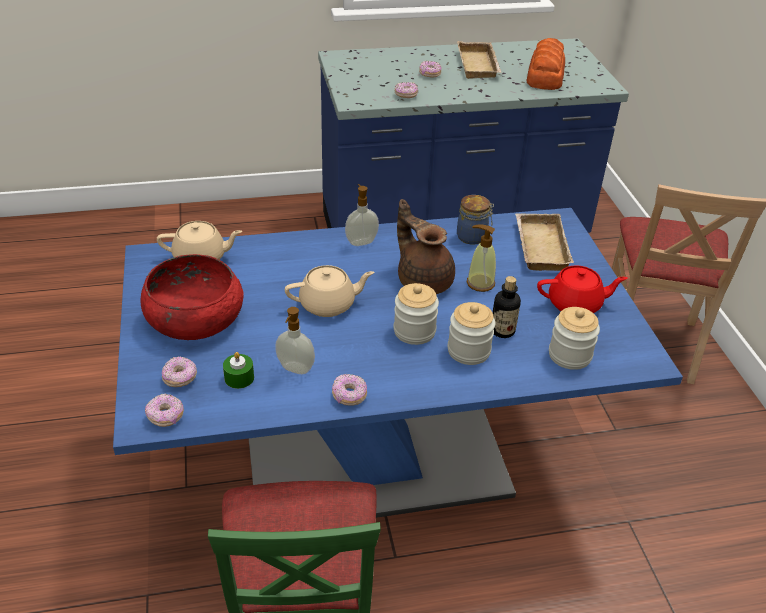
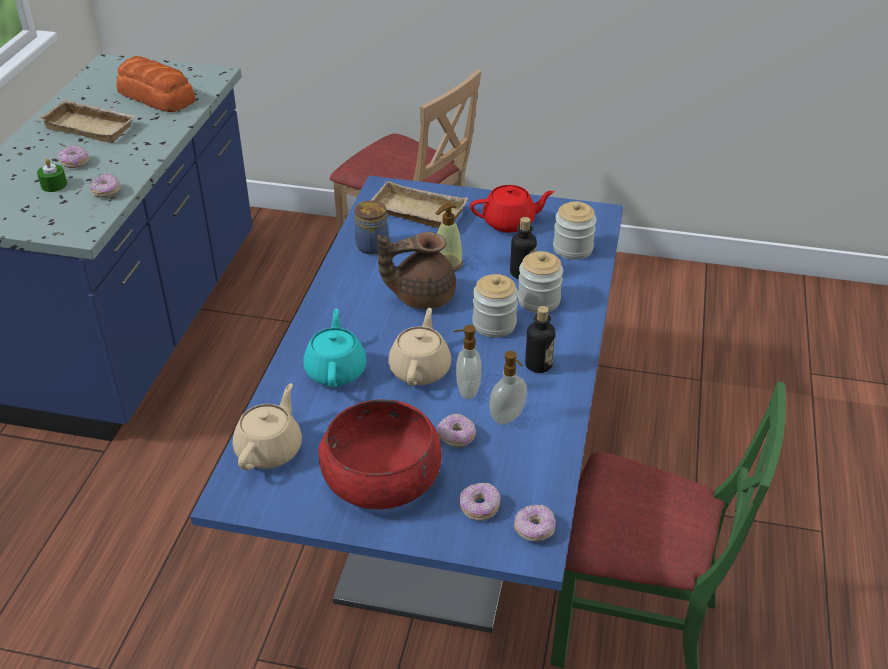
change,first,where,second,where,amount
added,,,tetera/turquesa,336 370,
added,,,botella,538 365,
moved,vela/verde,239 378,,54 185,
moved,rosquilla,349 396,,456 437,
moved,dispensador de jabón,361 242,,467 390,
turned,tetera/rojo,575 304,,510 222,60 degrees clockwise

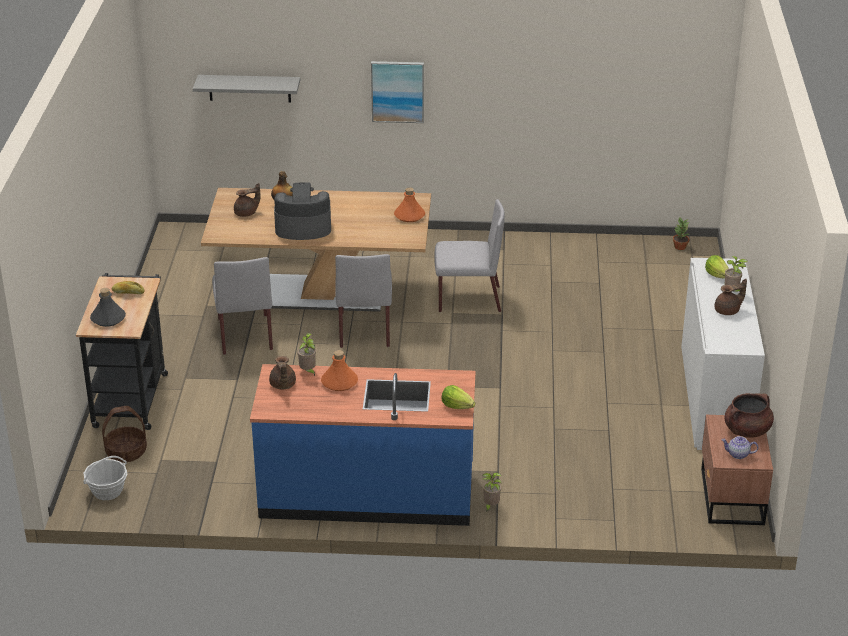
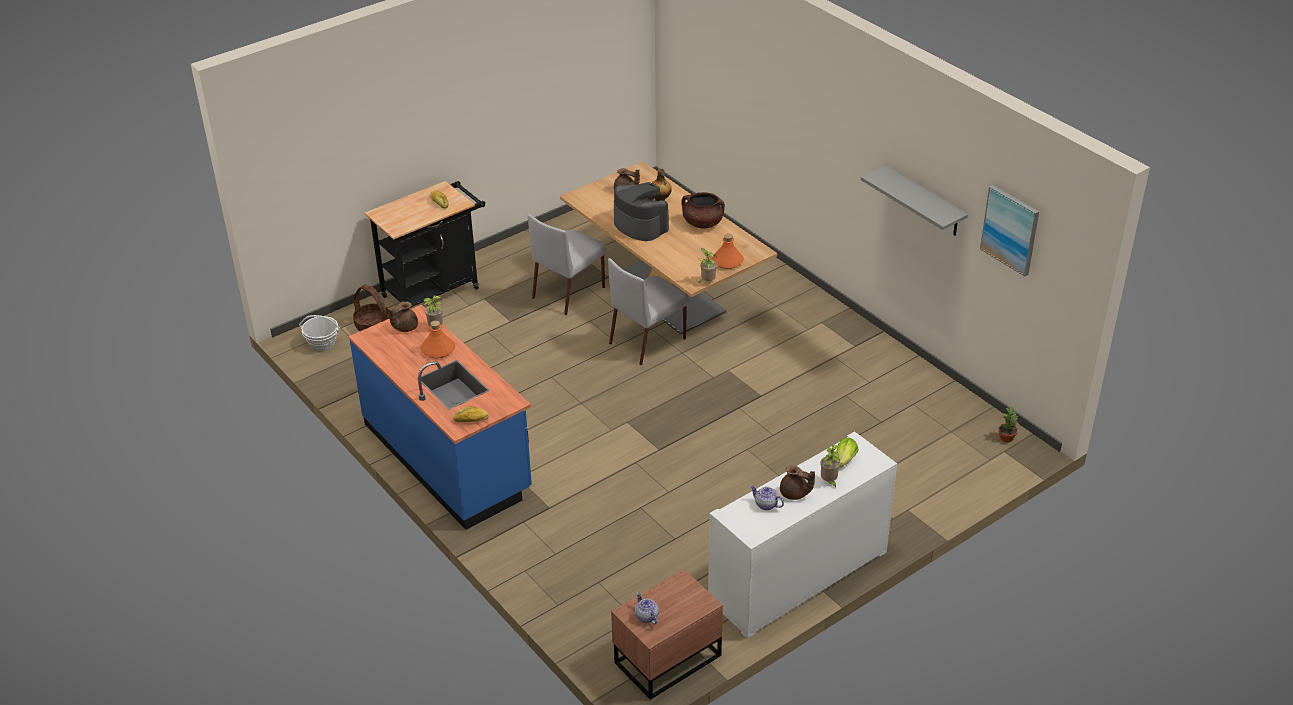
change,first,where,second,where,amount
removed,botella/gris,108 318,,,
removed,silla/gris,467 299,,,
added,,,tetera,765 505,
moved,estante/gris,249 88,,924 202,
moved,cuadro,397 91,,1010 230,
moved,planta en maceta,490 506,,707 282,
moved,olla/marrón,747 431,,702 223,
replaced,lechuga,457 406,pan,471 420,

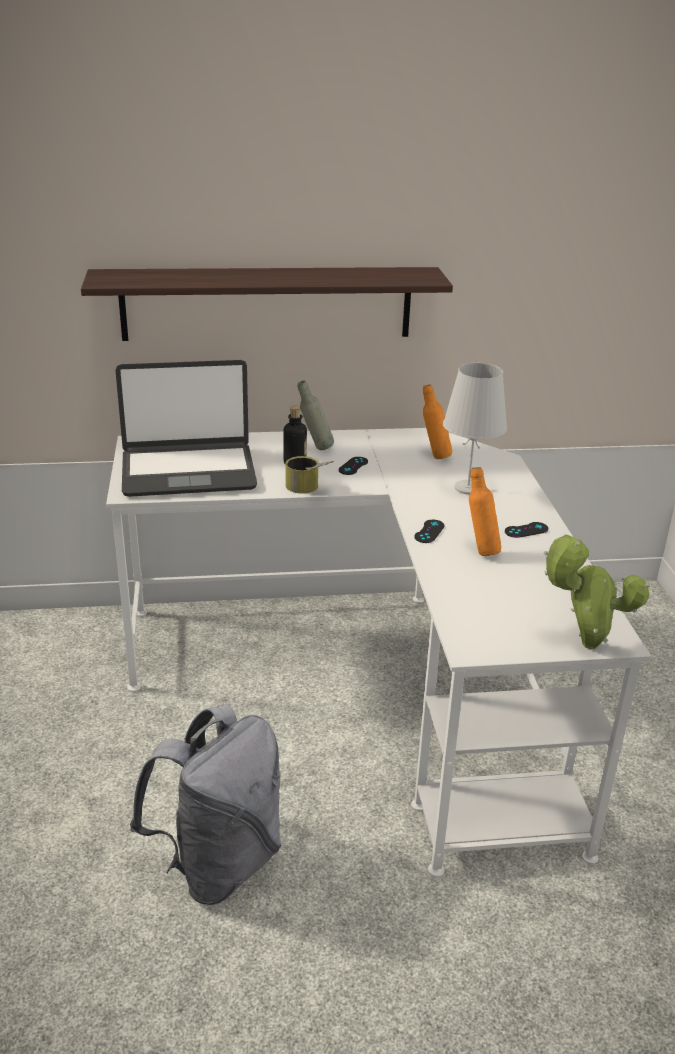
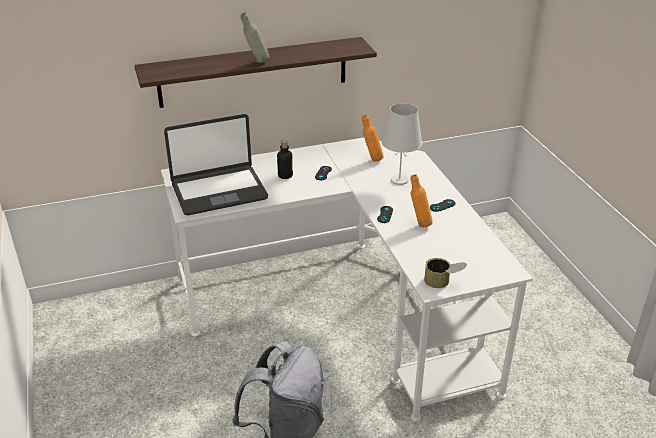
change,first,where,second,where,amount
removed,planta en maceta,583 644,,,
moved,lata,308 489,,443 283,
moved,botella/gris,315 449,,256 62,

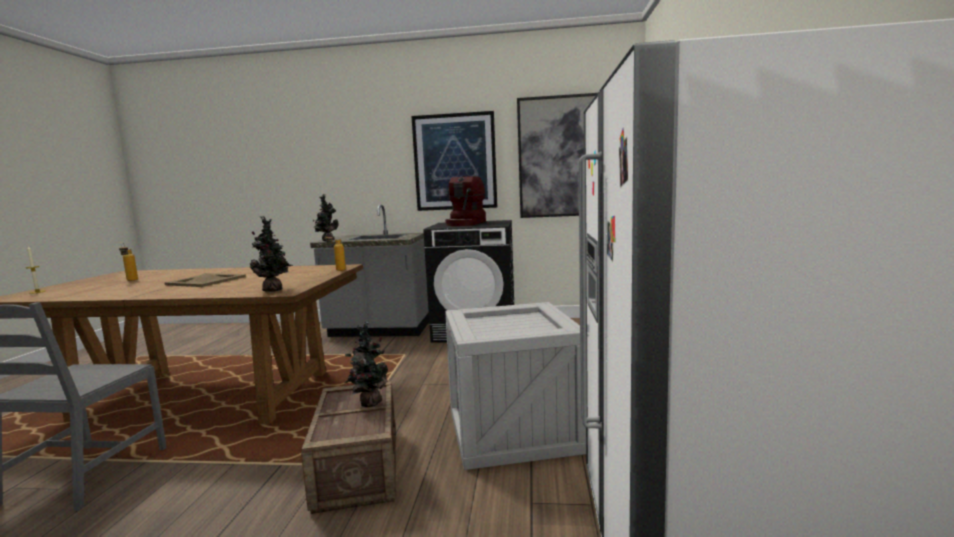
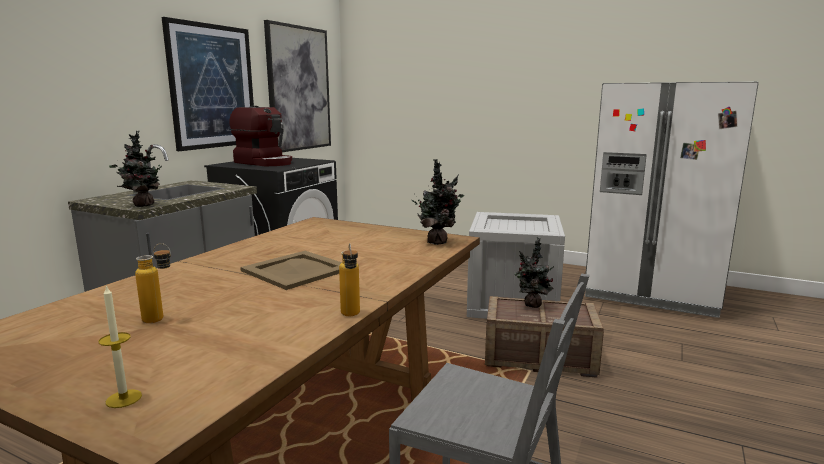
change,first,where,second,where,amount
moved,botella,337 270,,351 316,

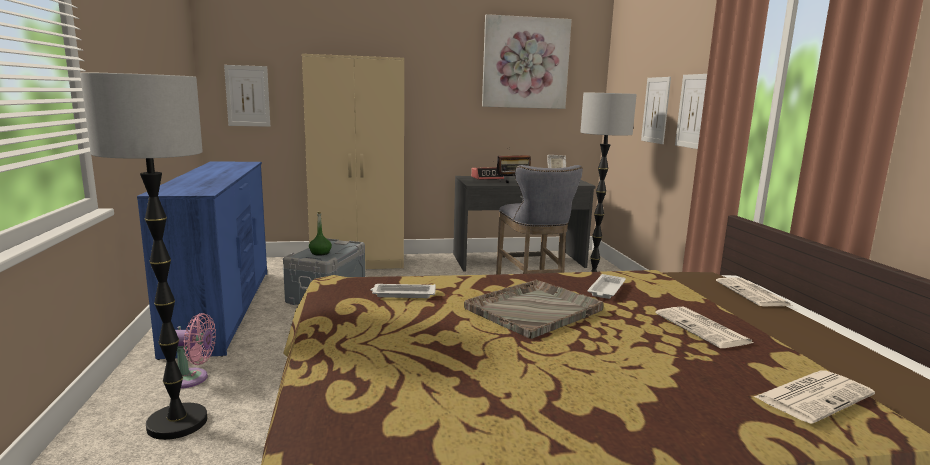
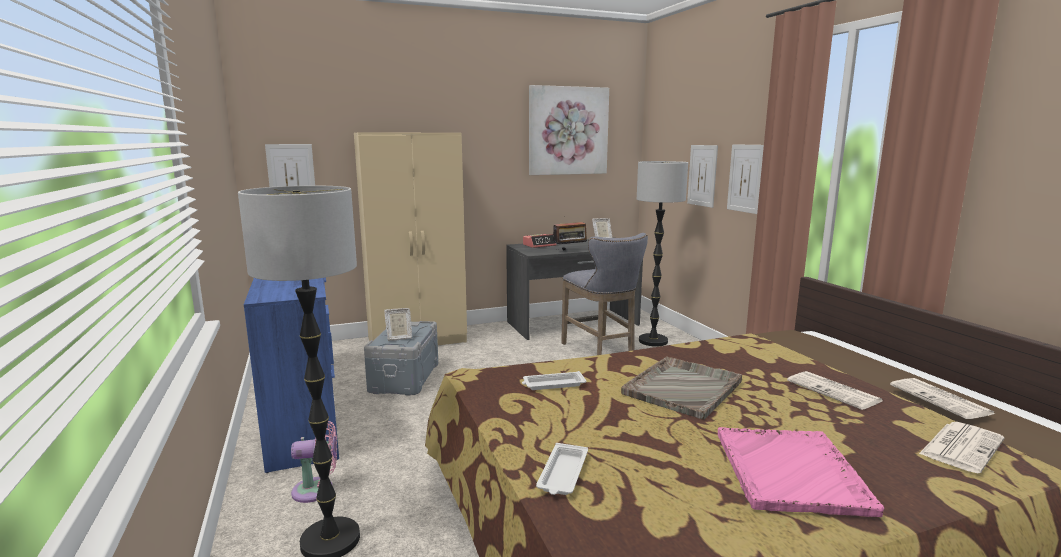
change,first,where,second,where,amount
added,,,bandeja/rosa,790 472,
moved,bandeja/blanco,606 290,,562 474,
moved,periódico,753 293,,941 400,
replaced,botella/verde,320 253,portarretratos,399 338,

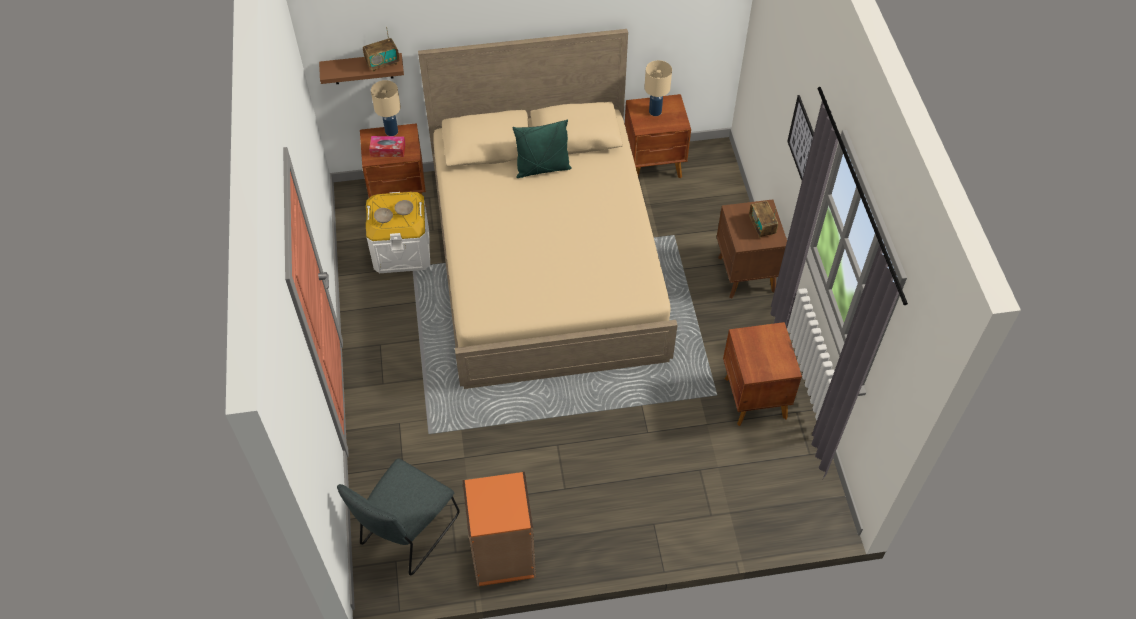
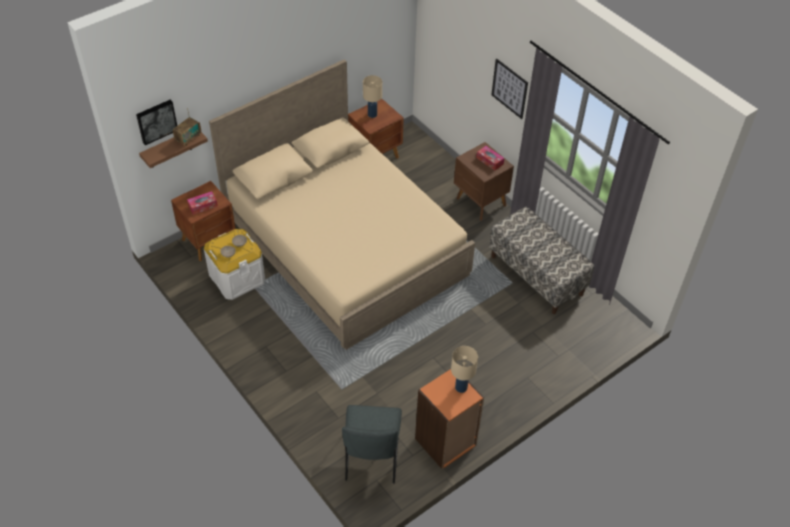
change,first,where,second,where,amount
removed,cojín/verde,542 168,,,
added,,,cuadro,156 121,
moved,lámpara de mesa/beis,391 131,,460 387,
replaced,mesita de noche/marrón,754 399,banco,536 275,
replaced,radio,761 227,caja de pañuelos,489 161,

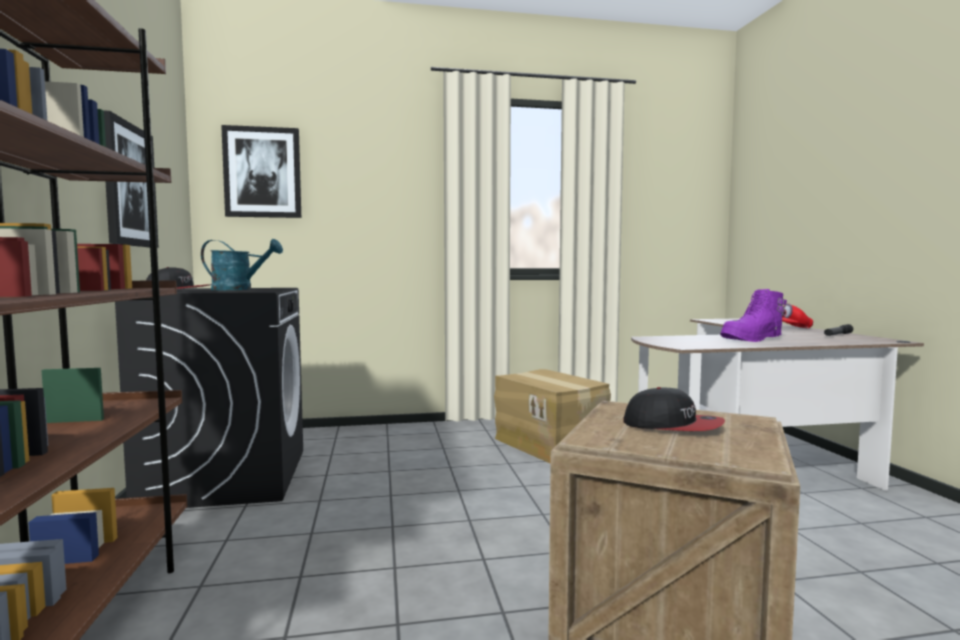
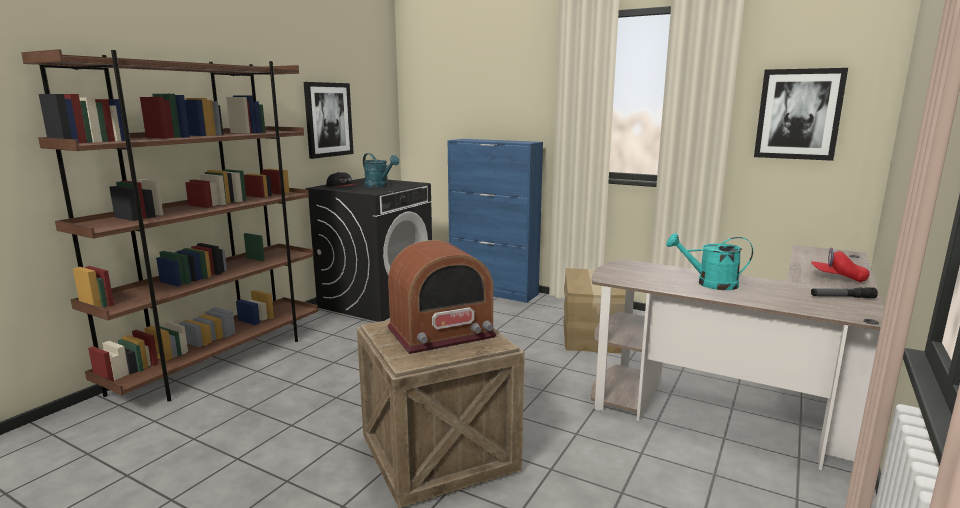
change,first,where,second,where,amount
added,,,armario/azul,493 291,
moved,cuadro,262 172,,798 114,
replaced,gorra,672 426,radio,441 333,
replaced,bota/morado,752 339,regadera/turquesa,709 284,

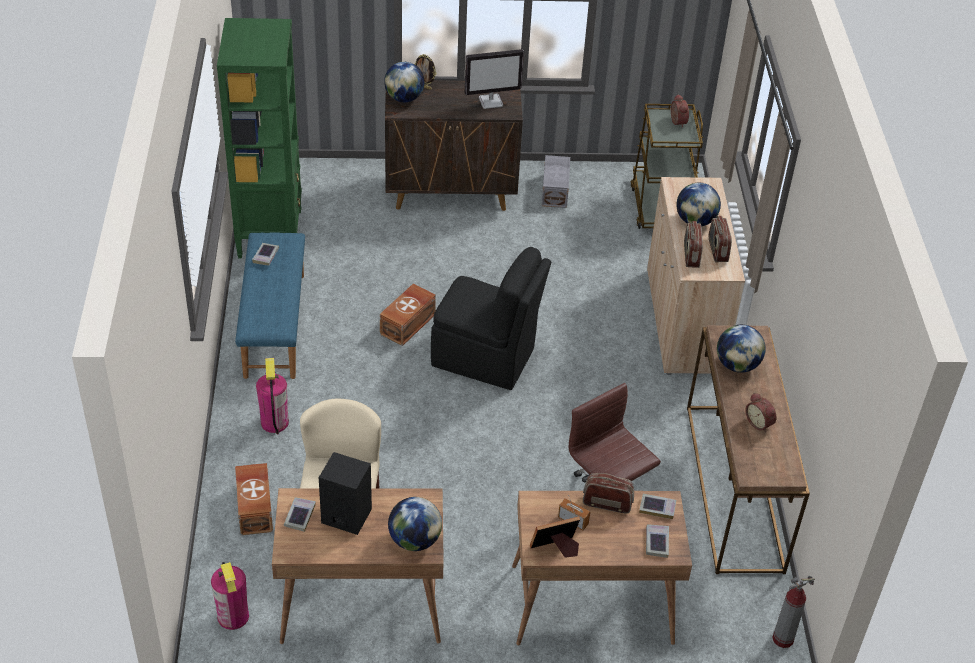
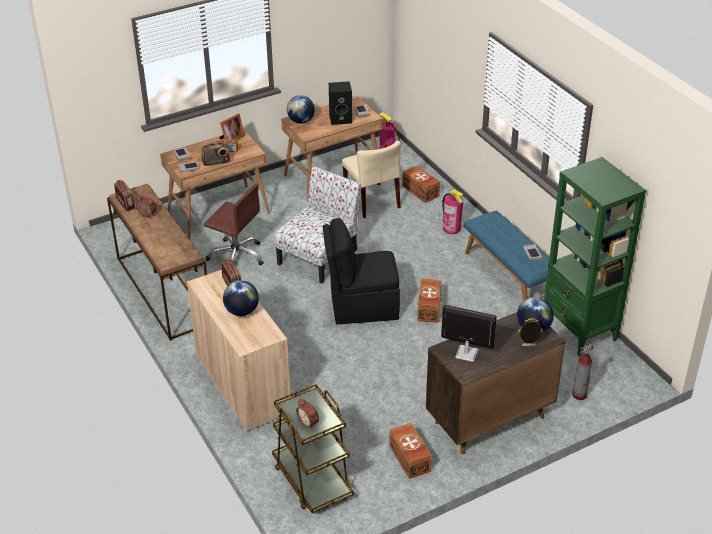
change,first,where,second,where,amount
removed,globo terráqueo,737 365,,,
added,,,silla,319 256,
moved,radio,717 250,,126 203,
moved,extintor,782 639,,579 395,
recoloured,caja de almacenaje/gris,555 190,caja de almacenaje/marrón,409 459,
turned,monitor,491 101,,466 353,60 degrees clockwise

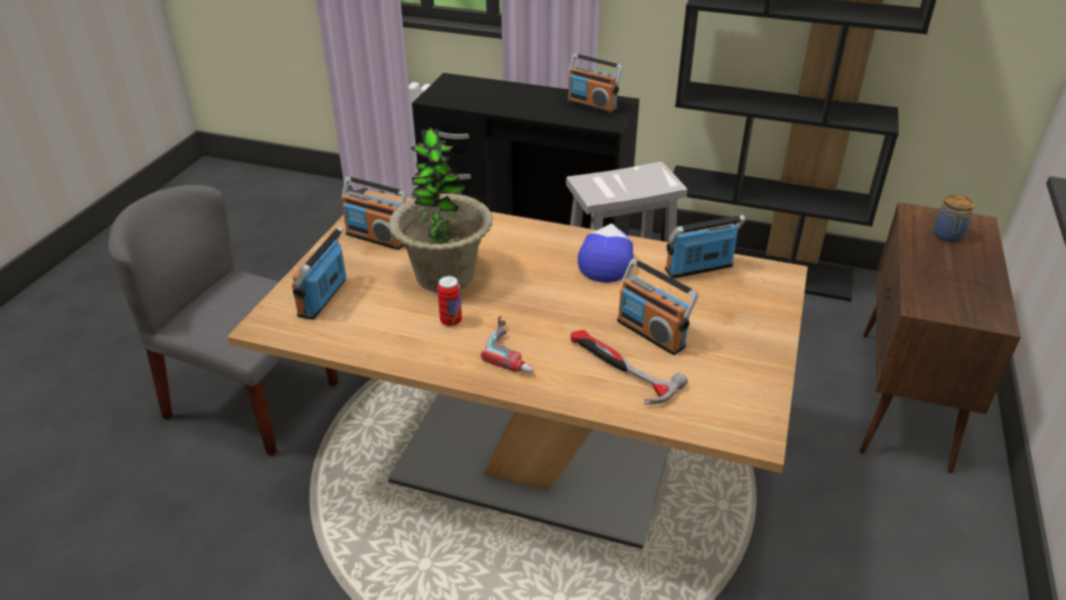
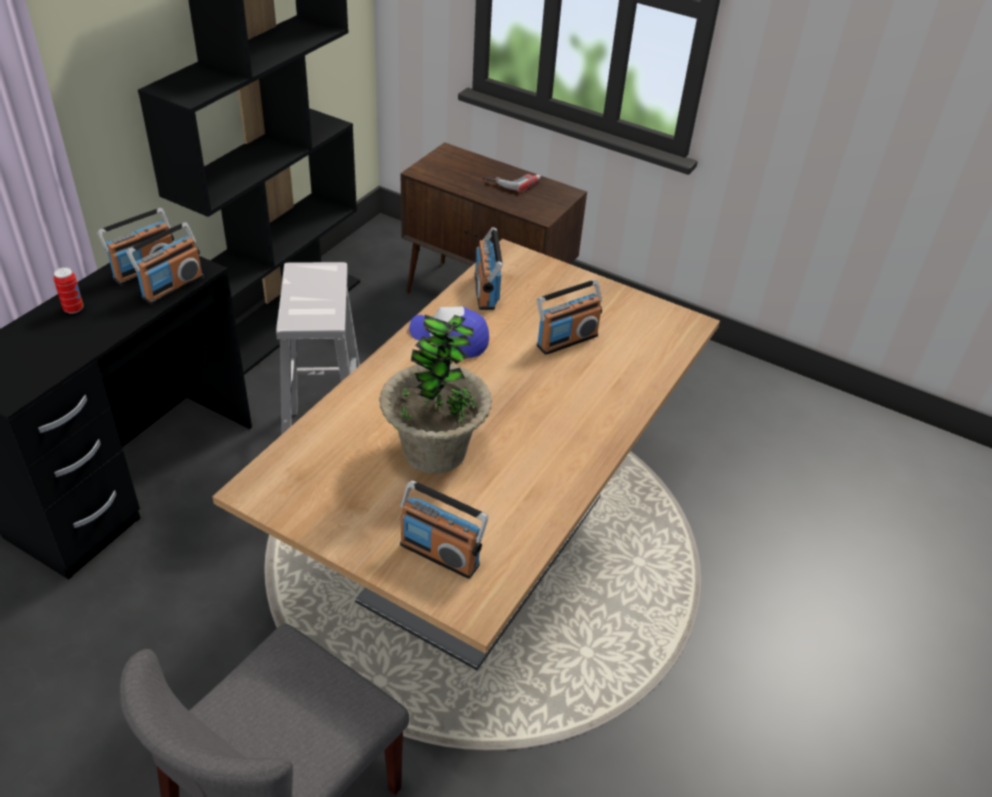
change,first,where,second,where,amount
removed,martillo,619 369,,,
removed,tarro,947 236,,,
moved,radio,377 238,,172 287,
moved,lata,451 321,,73 309,
moved,taladro,514 349,,512 181,

